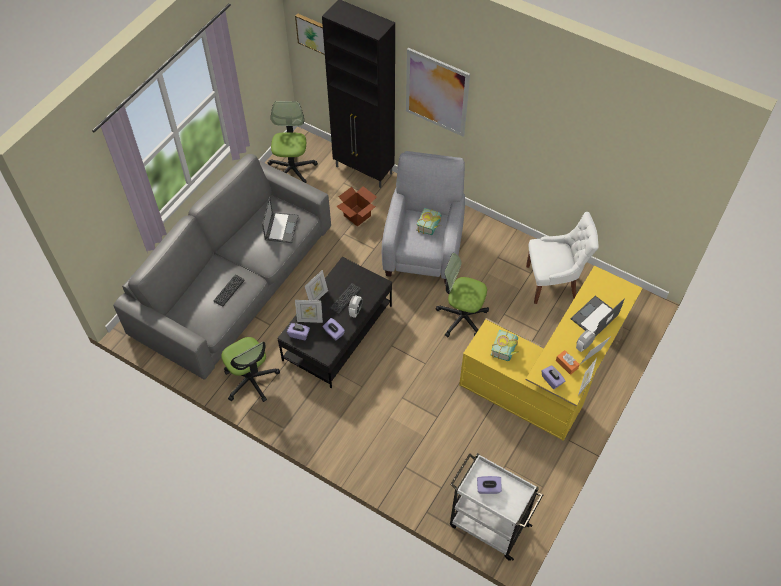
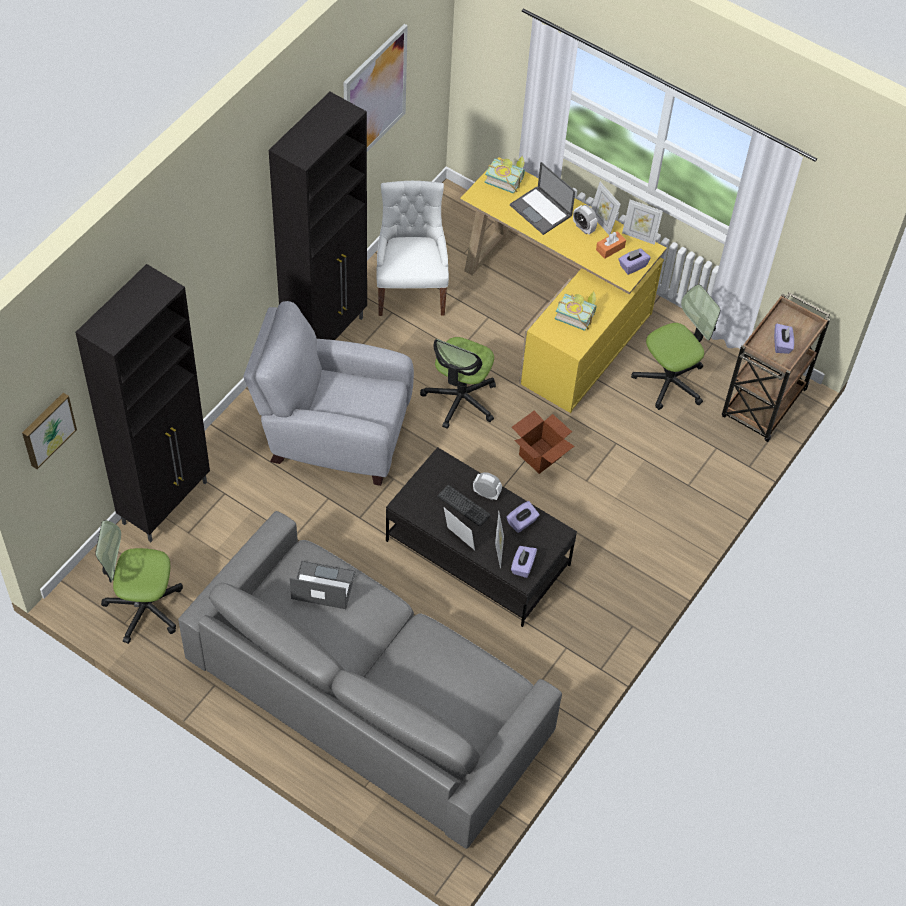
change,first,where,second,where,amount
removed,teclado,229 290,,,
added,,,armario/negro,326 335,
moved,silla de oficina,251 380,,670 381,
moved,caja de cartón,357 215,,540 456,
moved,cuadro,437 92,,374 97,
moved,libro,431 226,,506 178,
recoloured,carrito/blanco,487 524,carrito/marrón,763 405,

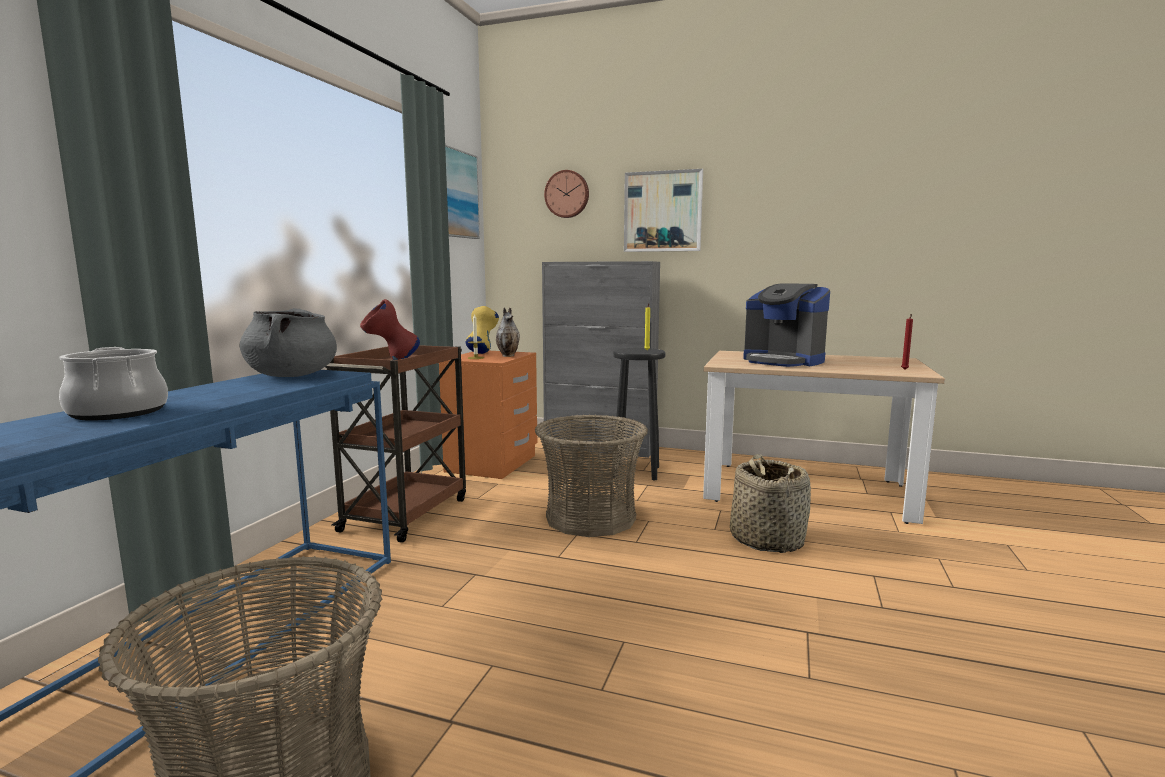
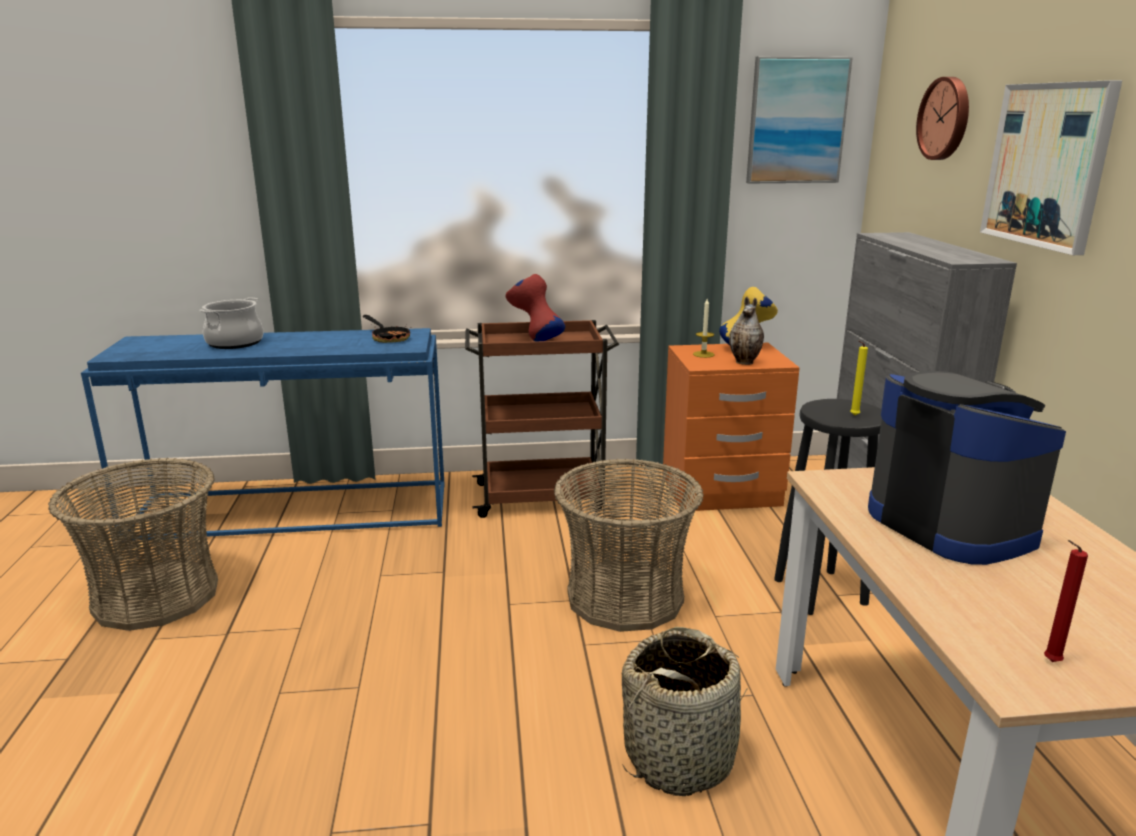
change,first,where,second,where,amount
replaced,olla/gris,292 376,sartén,388 338,
turned,cafetera,783 361,,951 524,135 degrees clockwise

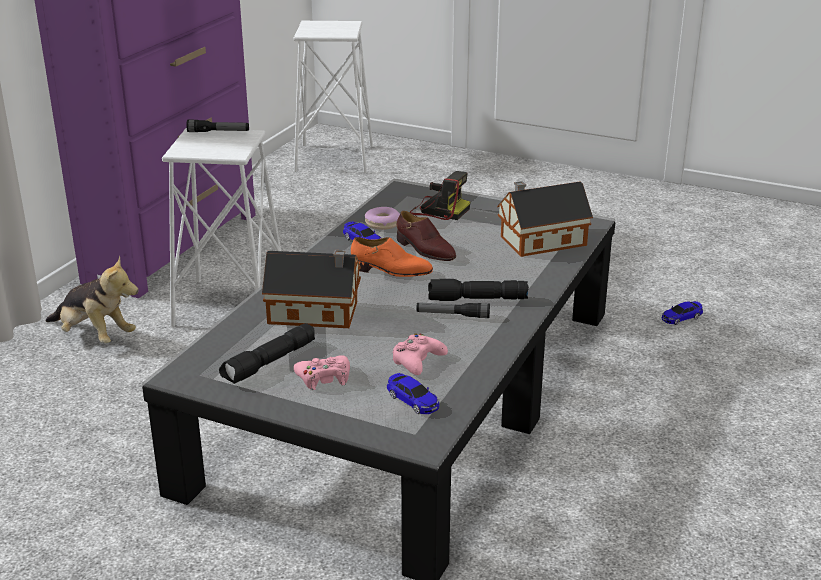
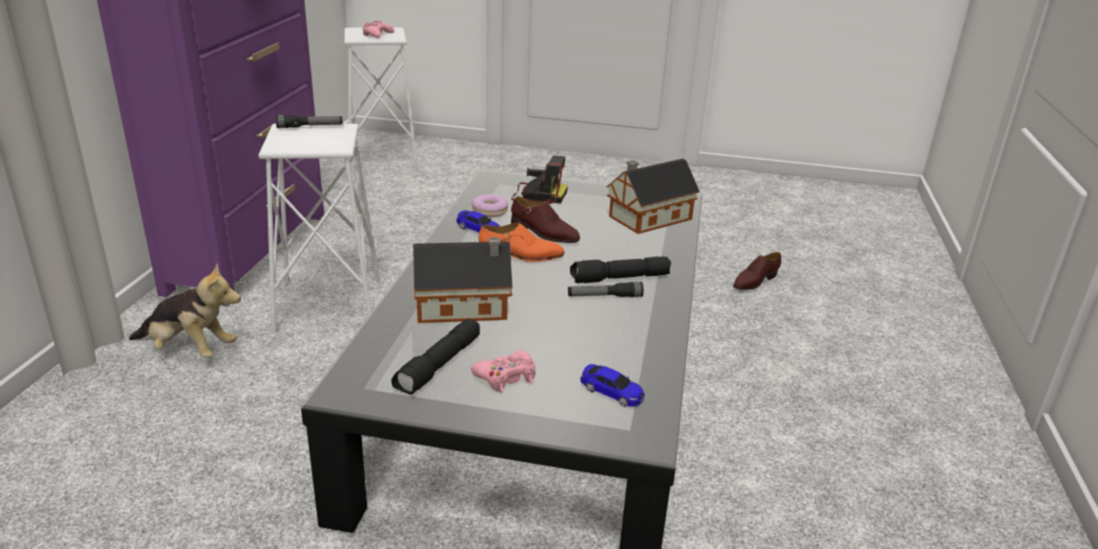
change,first,where,second,where,amount
moved,mando de consola/rosa,417 360,,377 35,
replaced,coche de juguete,681 318,zapato/marrón,754 281,

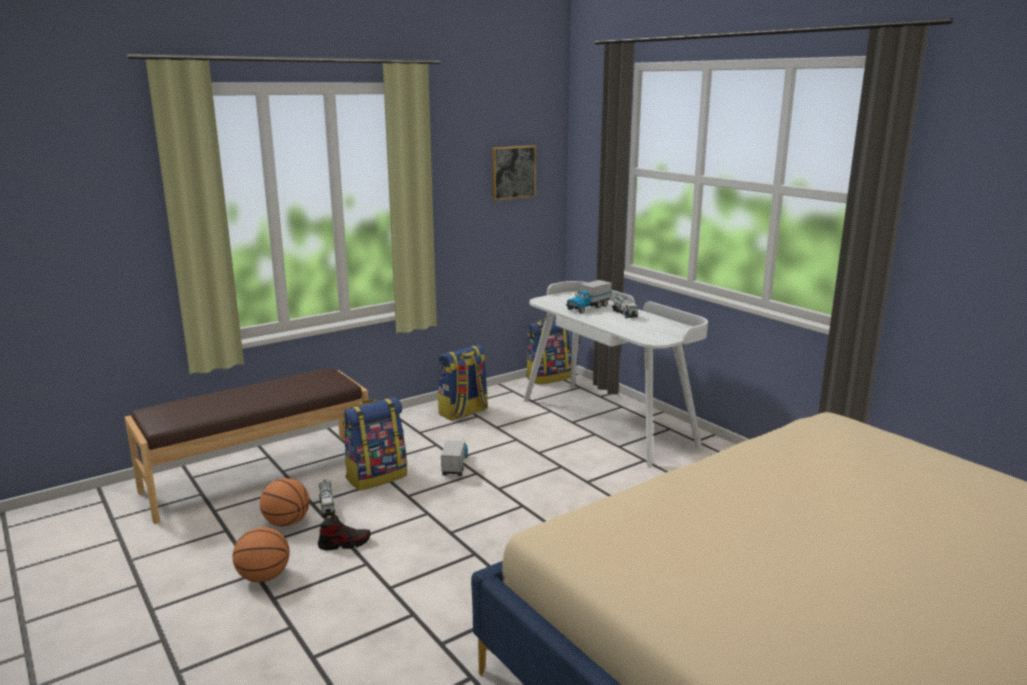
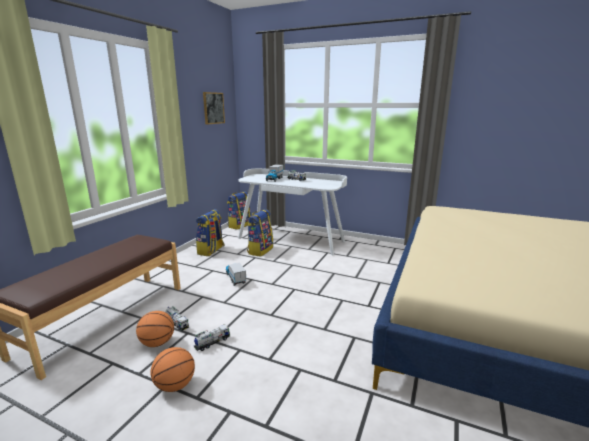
change,first,where,second,where,amount
moved,mochila,376 477,,260 250,
replaced,zapato,344 543,camión de juguete,212 343,

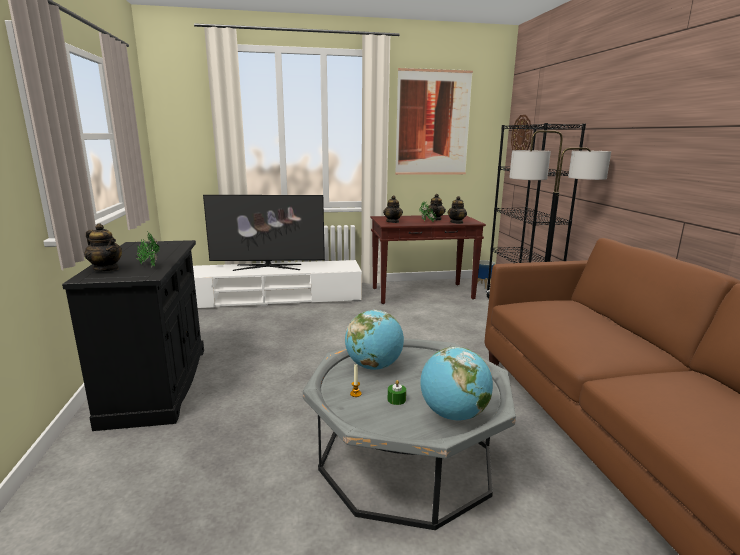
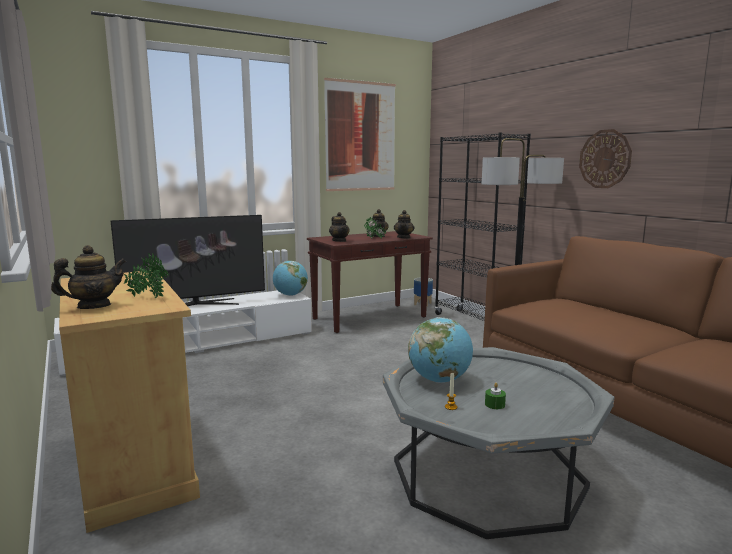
change,first,where,second,where,amount
moved,globo terráqueo,453 415,,290 295,
moved,reloj de pared,521 136,,605 159,
recoloured,armario/negro,157 384,armario/beis,134 460,
turned,tetera,106 269,,94 306,45 degrees counterclockwise

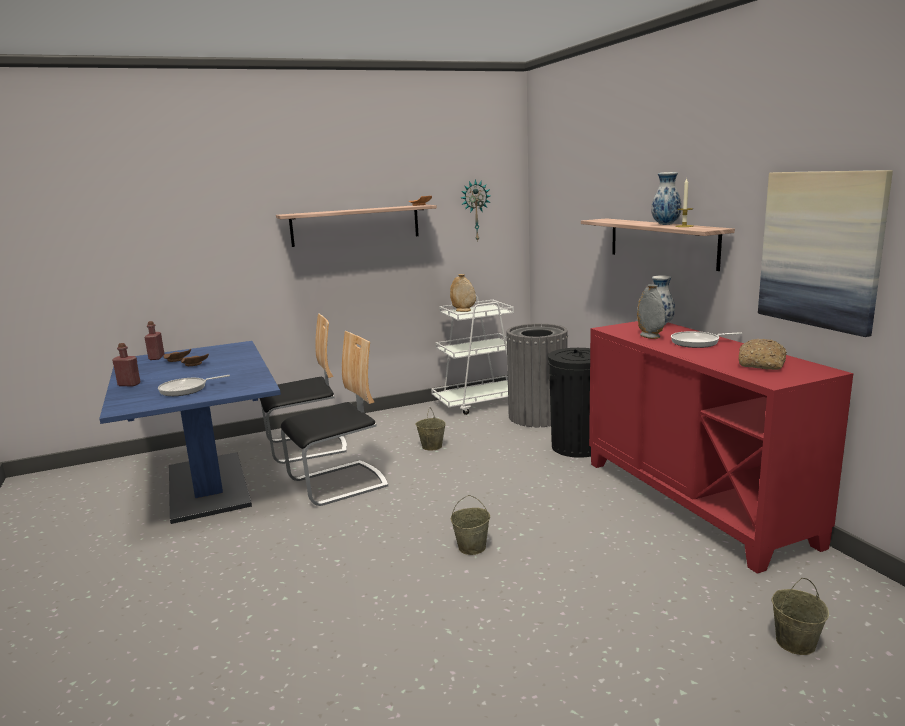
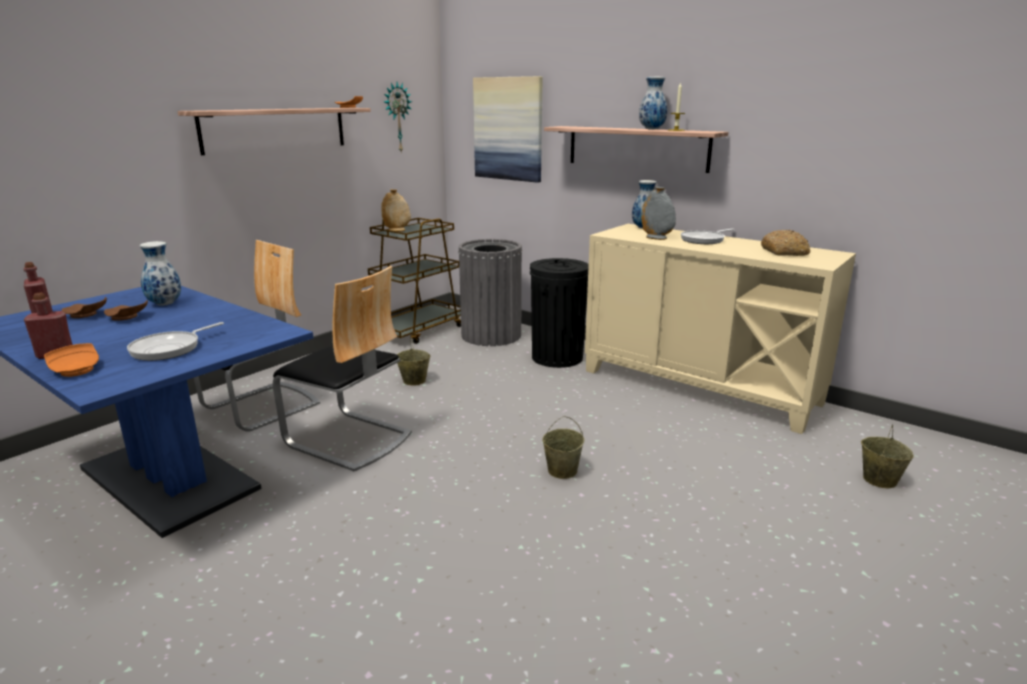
change,first,where,second,where,amount
added,,,plato/naranja,77 369,
added,,,florero,166 304,
moved,cuadro,820 249,,508 129,
recoloured,carrito/blanco,480 402,carrito/marrón,418 329,
recoloured,armario/rojo,694 501,armario/beis,699 386,
turned,silla,338 483,,348 439,90 degrees clockwise

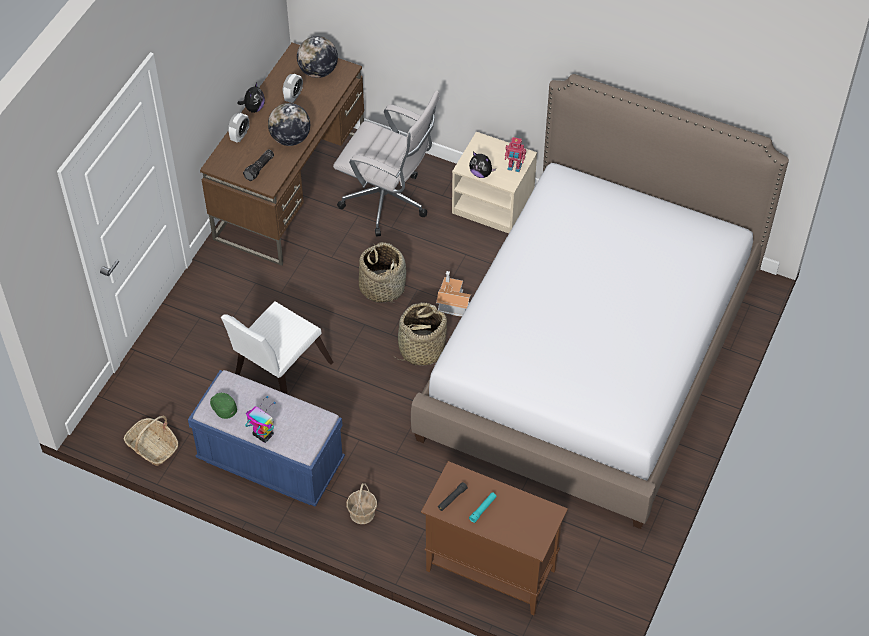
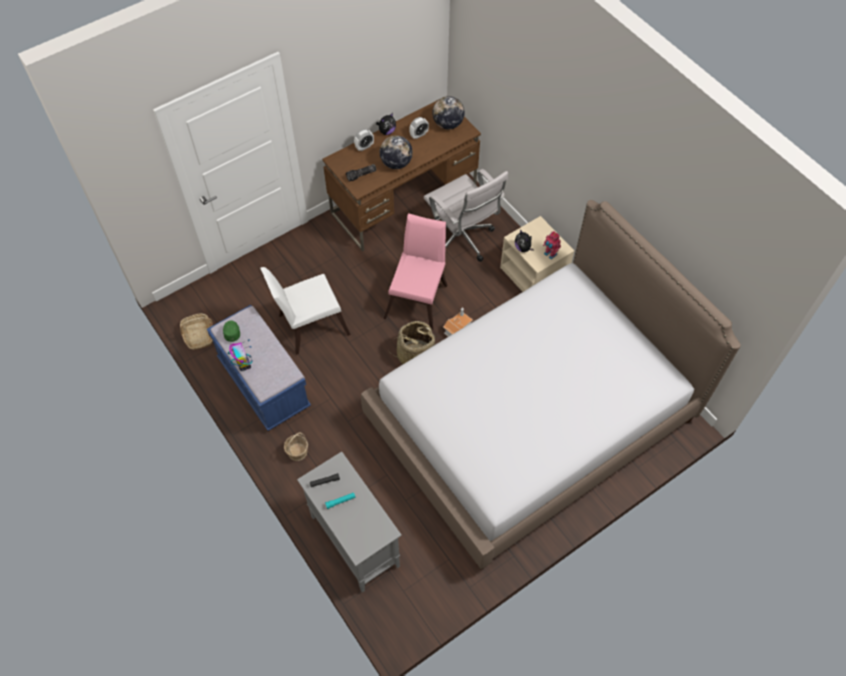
change,first,where,second,where,amount
replaced,cesta,382 287,silla/rosa,418 297,
recoloured,armario/marrón,489 570,armario/gris,354 540,

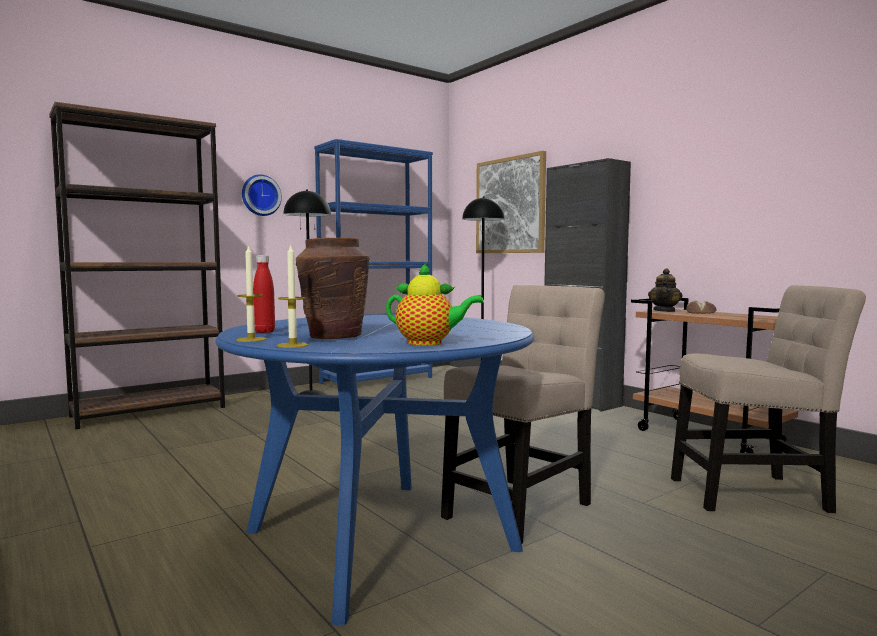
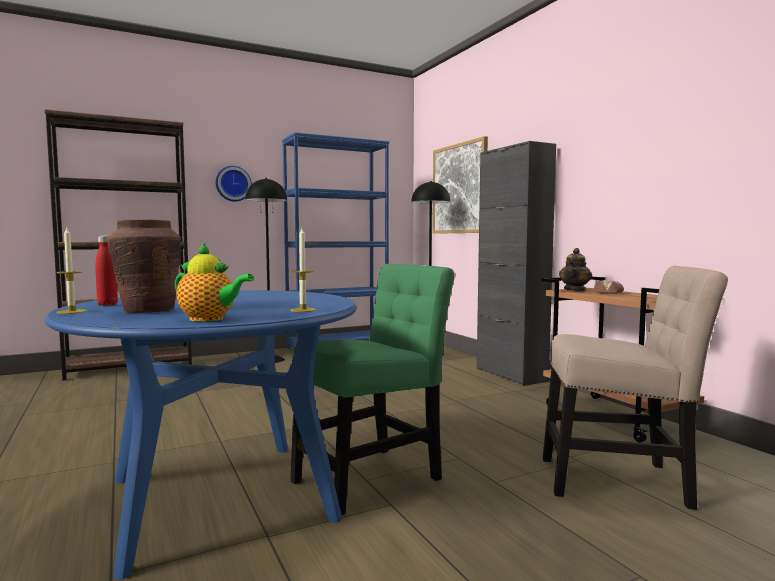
change,first,where,second,where,amount
moved,vela,292 345,,303 310,
recoloured,silla/beis,521 507,silla/verde,372 477,

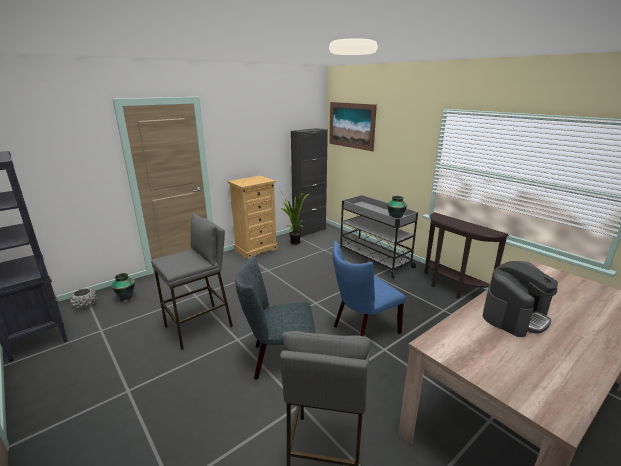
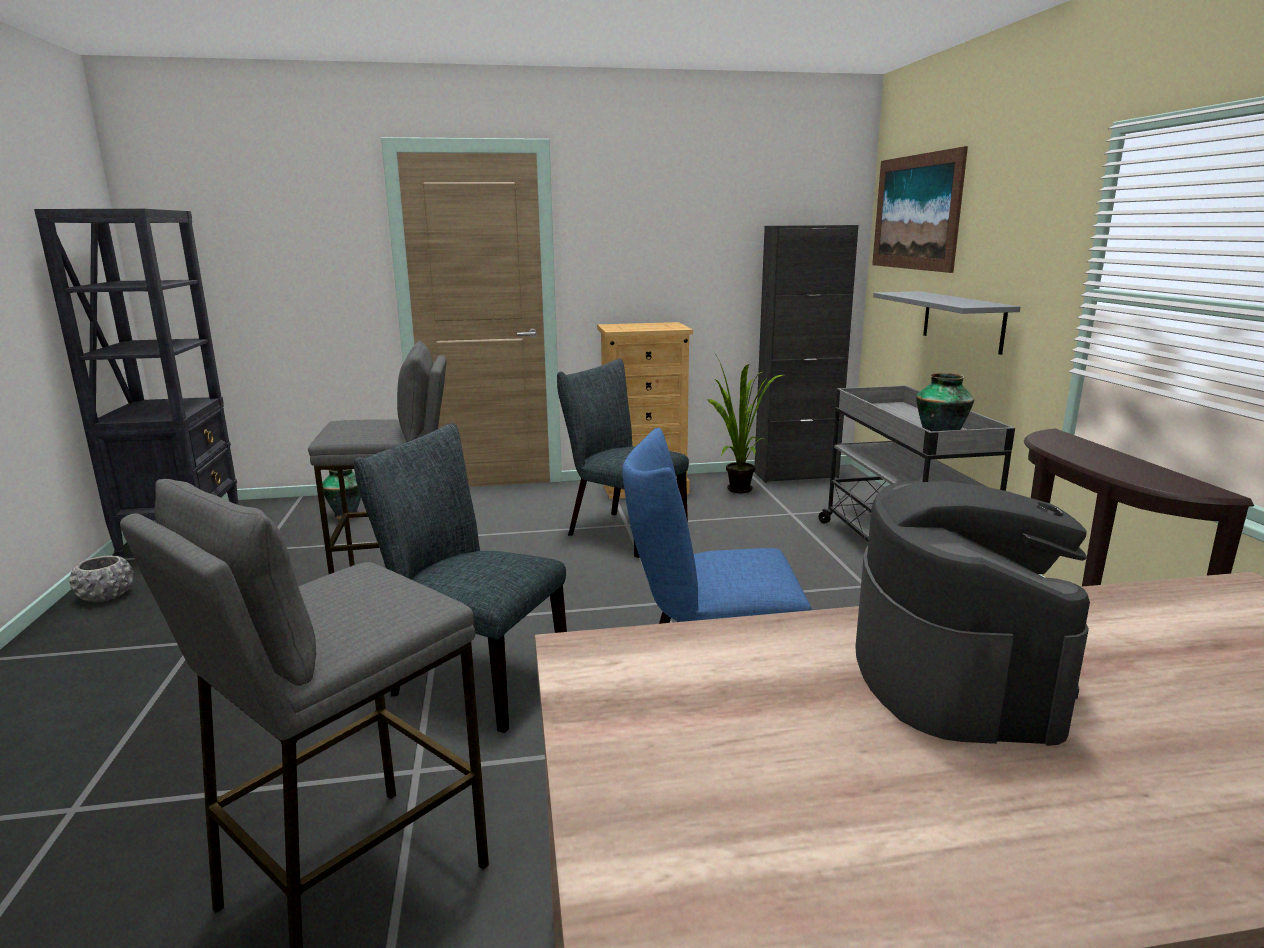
change,first,where,second,where,amount
added,,,silla/gris,620 531,
added,,,estante/gris,962 321,
moved,maceta/gris,85 305,,106 595,
turned,cafetera,515 315,,954 670,75 degrees counterclockwise

